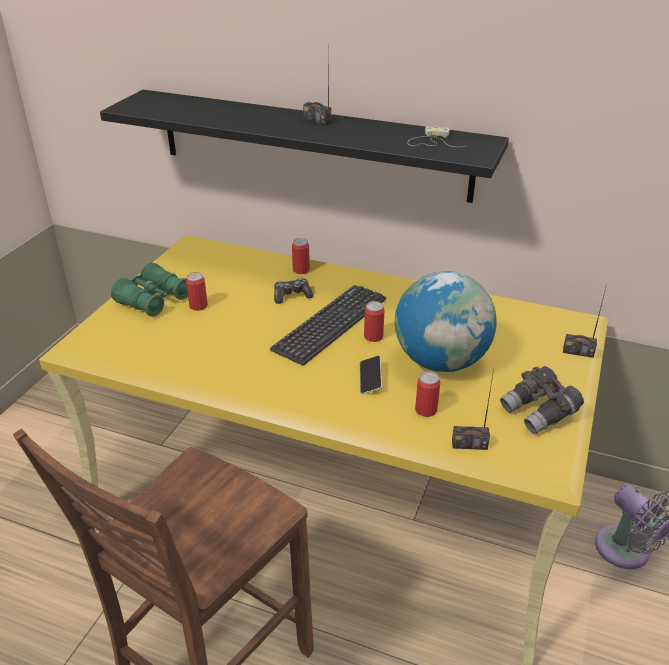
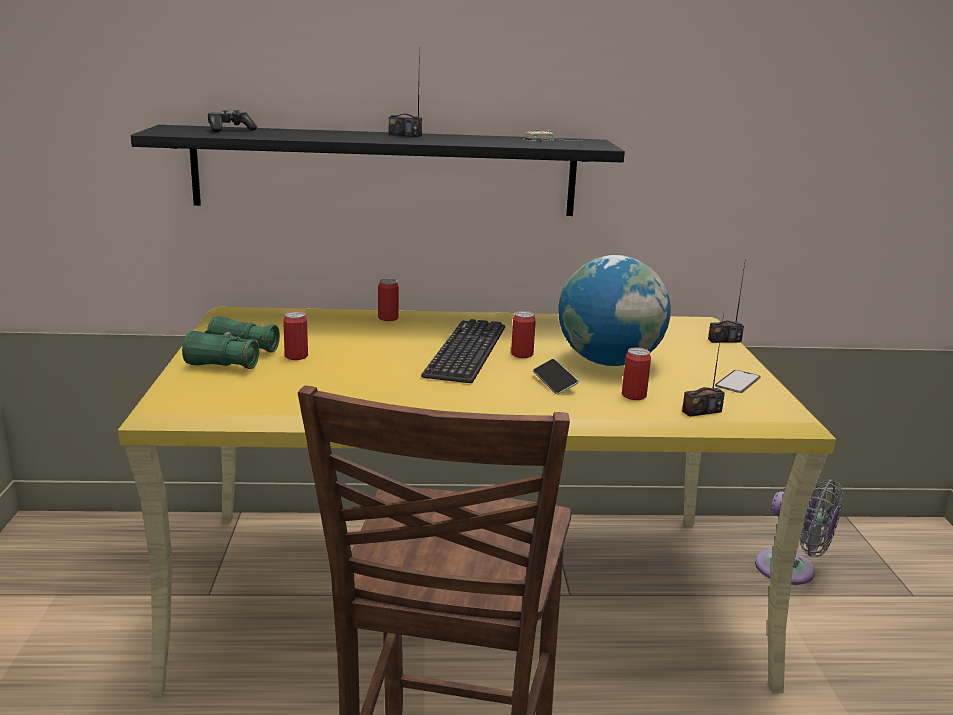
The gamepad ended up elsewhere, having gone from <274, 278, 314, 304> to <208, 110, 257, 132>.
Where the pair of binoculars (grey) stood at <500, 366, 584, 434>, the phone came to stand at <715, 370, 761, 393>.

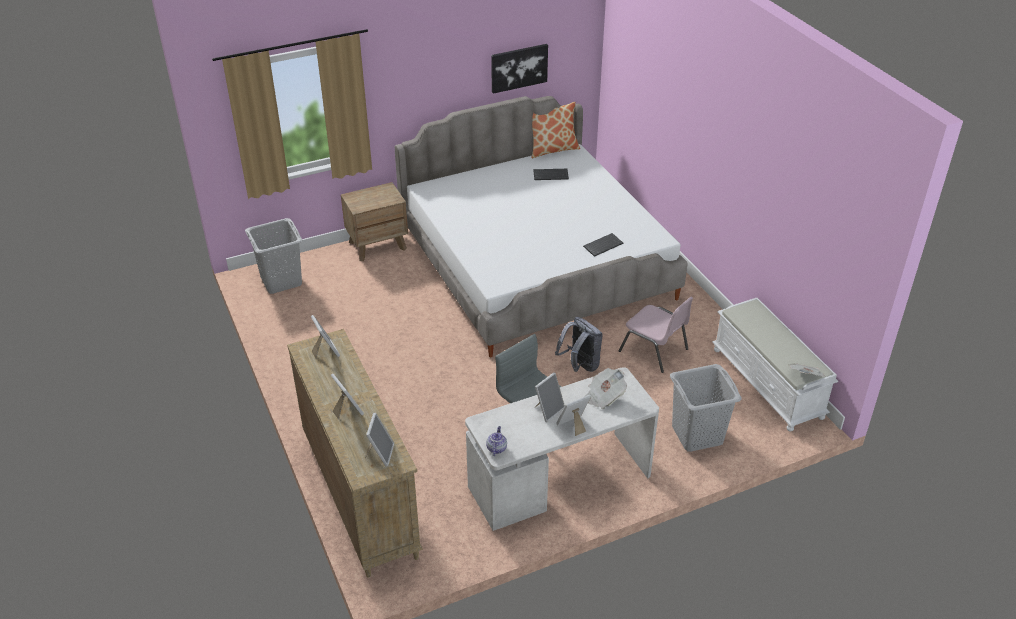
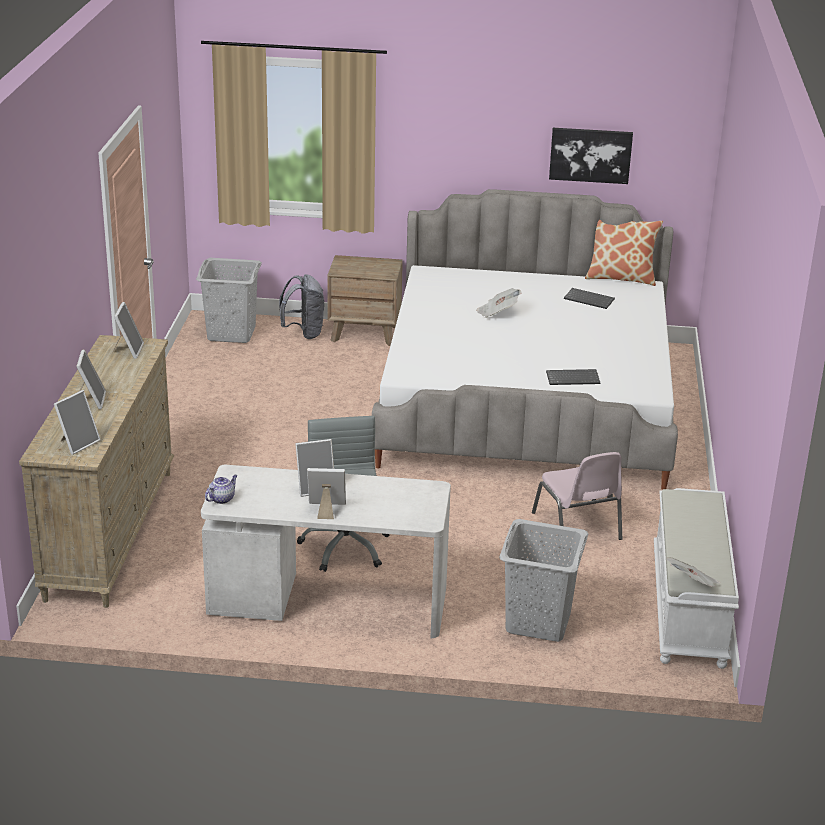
The rucksack (grey) ended up elsewhere, having gone from <555, 317, 603, 372> to <279, 274, 324, 339>.
The printed paper ended up elsewhere, having gone from <586, 368, 627, 409> to <476, 288, 522, 318>.

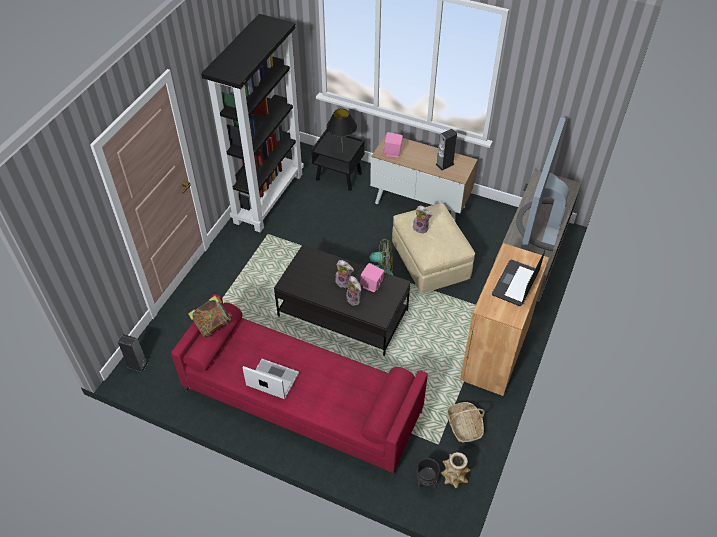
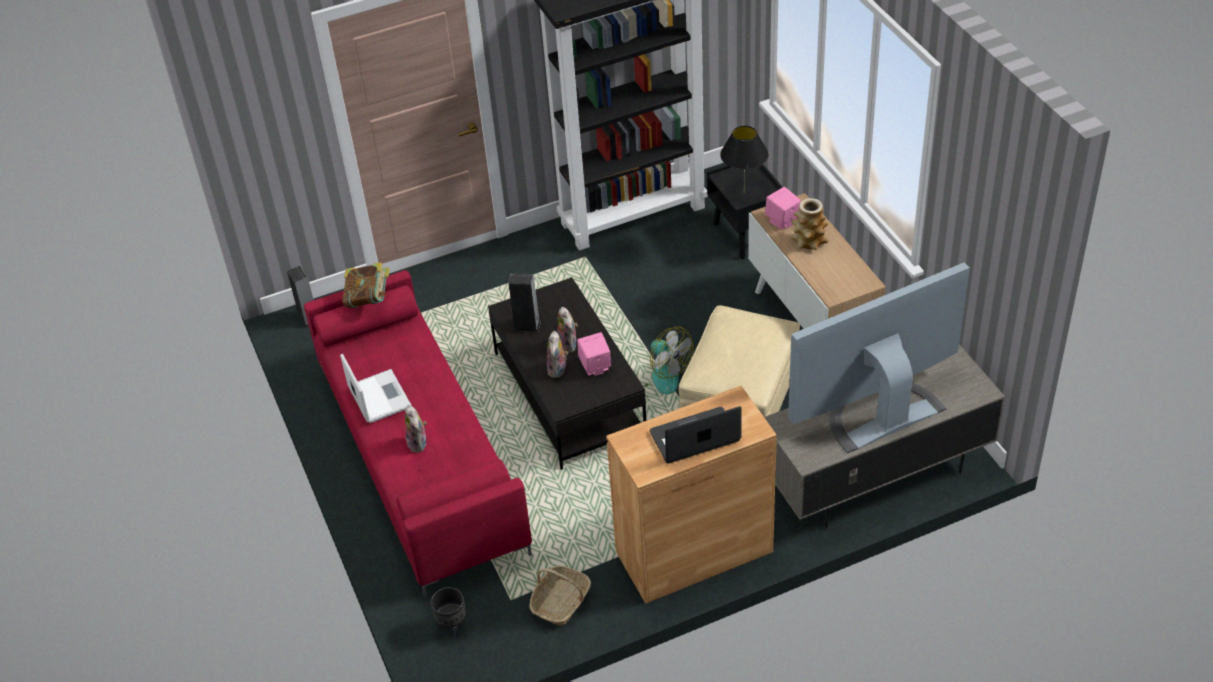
The loudspeaker ended up elsewhere, having gone from <436, 129, 457, 170> to <509, 273, 541, 332>.
The cuddly toy ended up elsewhere, having gone from <413, 205, 432, 234> to <405, 405, 427, 453>.
The vase ended up elsewhere, having gone from <440, 452, 471, 488> to <791, 198, 828, 250>.

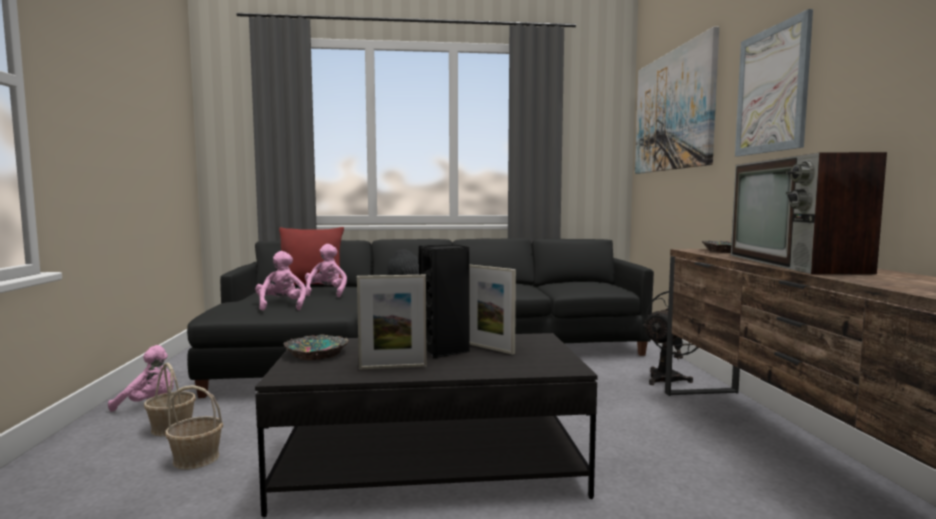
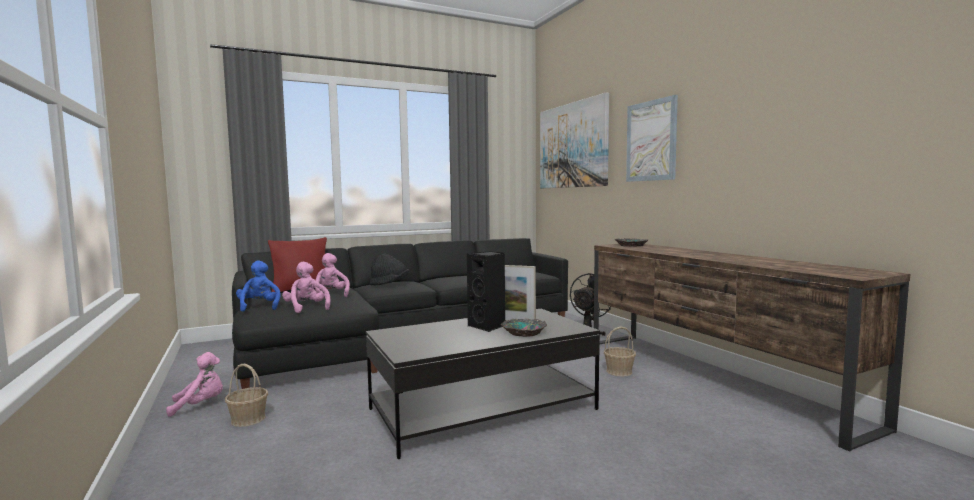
The second view lost the television at <731, 152, 887, 275>.
The second view lost the picture frame at <357, 275, 427, 369>.
The bowl ended up elsewhere, having gone from <283, 334, 348, 360> to <501, 318, 547, 337>.
The basket ended up elsewhere, having gone from <165, 385, 223, 470> to <604, 326, 636, 377>.
The second view gained the cuddly toy (blue-coloured) at <236, 260, 280, 312>.

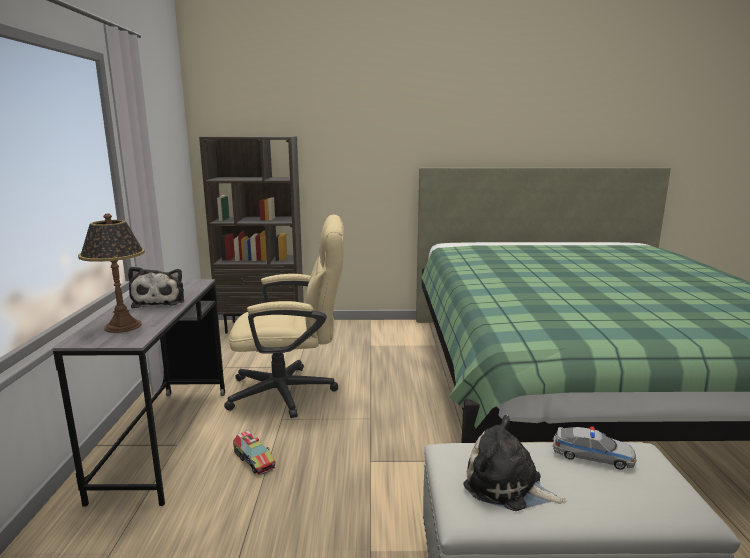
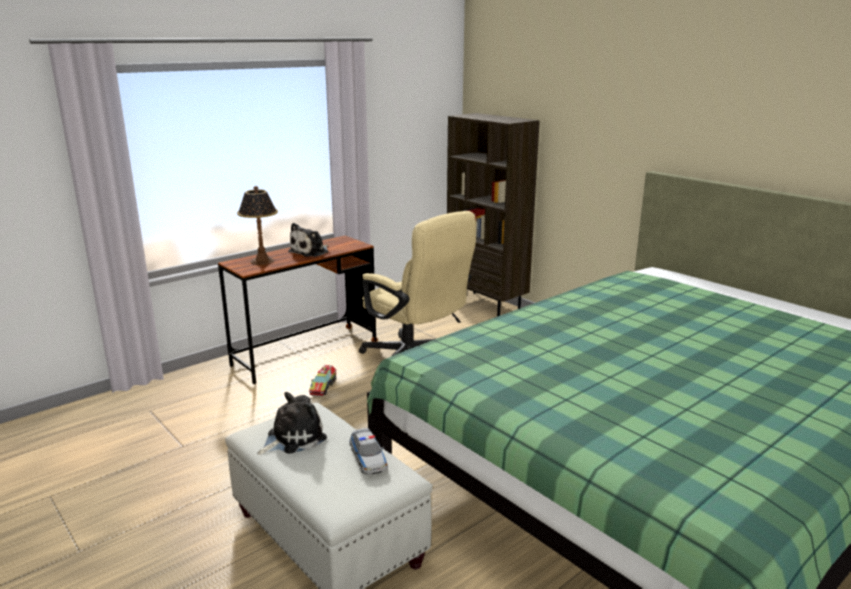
What was the desk (grey) at <53, 279, 225, 507> turned into the desk (brownish) at <218, 236, 378, 384>.
The cuddly toy at <464, 415, 567, 511> ended up facing another way, 60 degrees clockwise from before.

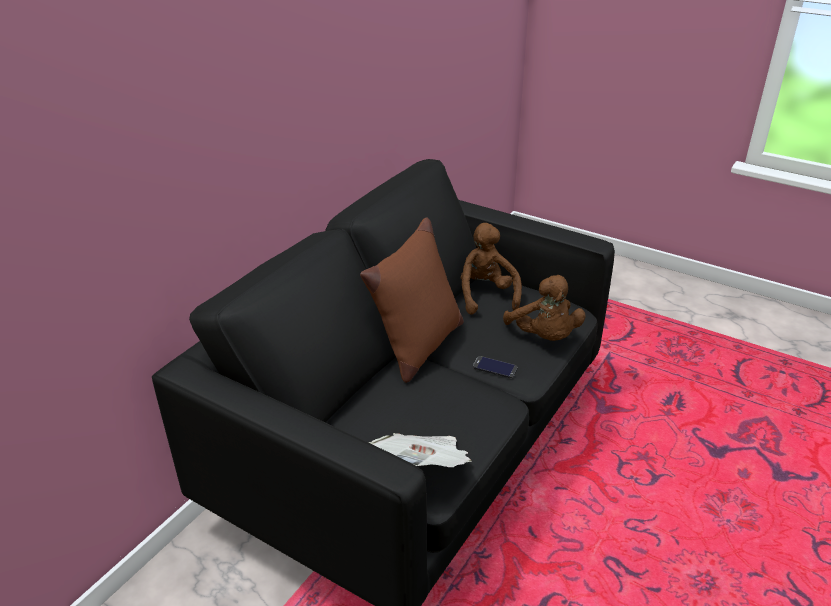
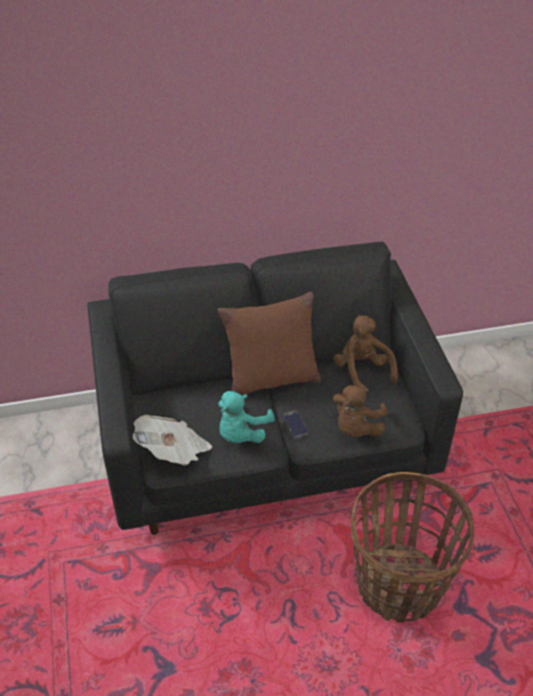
The cuddly toy (brownish) at <461, 223, 522, 315> ended up facing another way, 60 degrees counterclockwise from before.
The second view gained the cuddly toy (blue-green) at <218, 391, 275, 443>.
The second view gained the basket at <351, 472, 474, 622>.

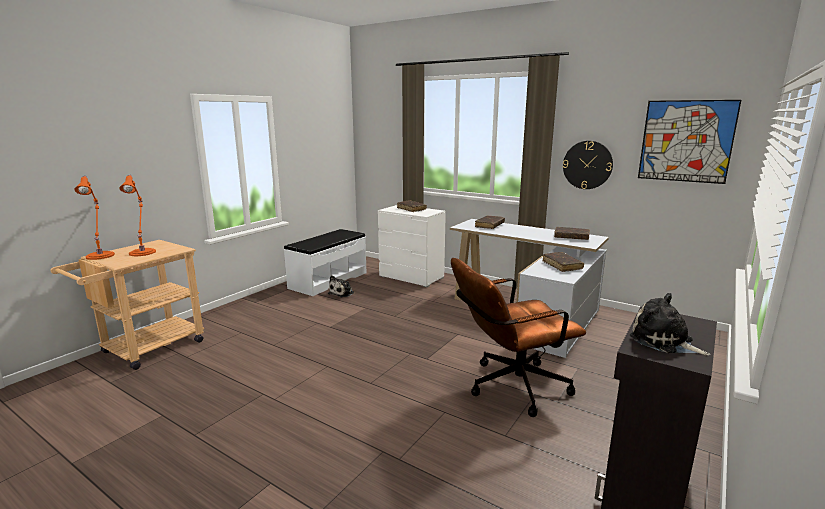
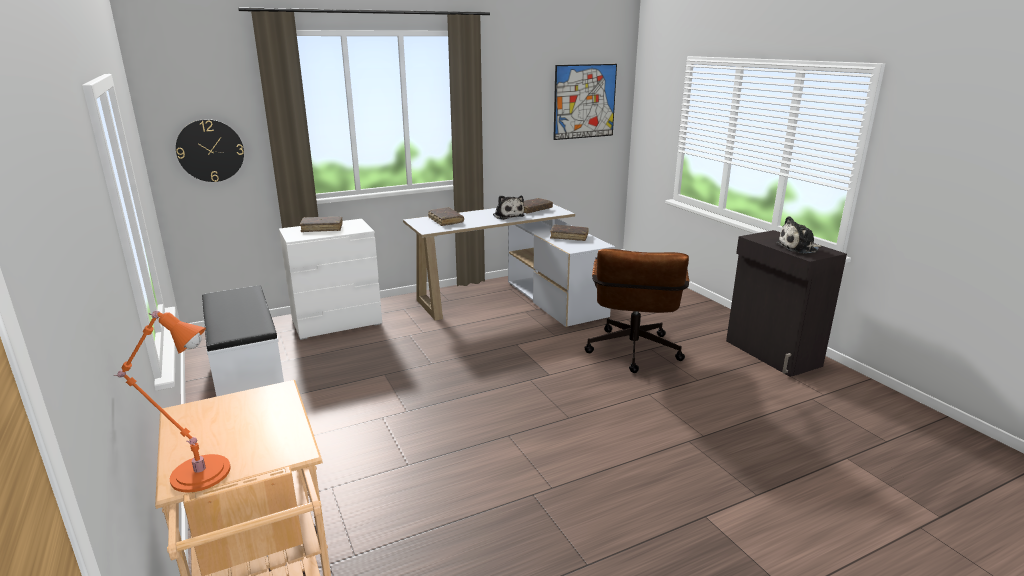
The clock on the wall ended up elsewhere, having gone from <563, 141, 613, 189> to <176, 119, 244, 182>.
The second view lost the tabletop lamp (orange) at <120, 175, 156, 256>.
The cuddly toy ended up elsewhere, having gone from <328, 275, 354, 297> to <493, 195, 525, 220>.

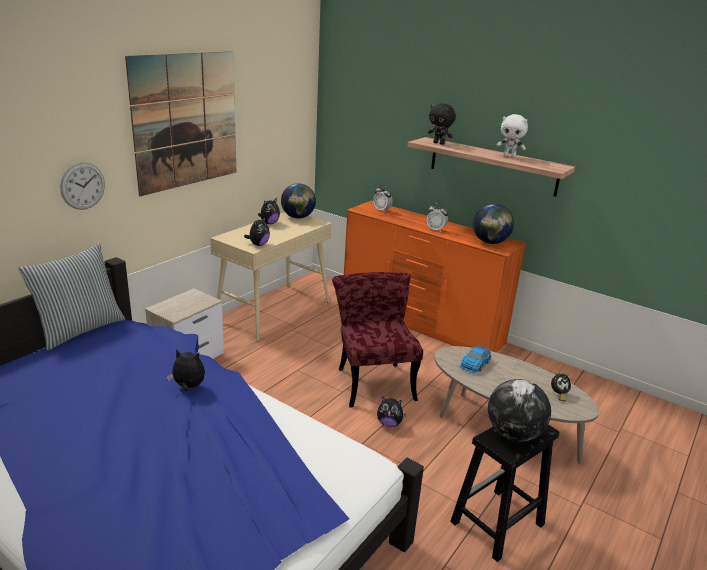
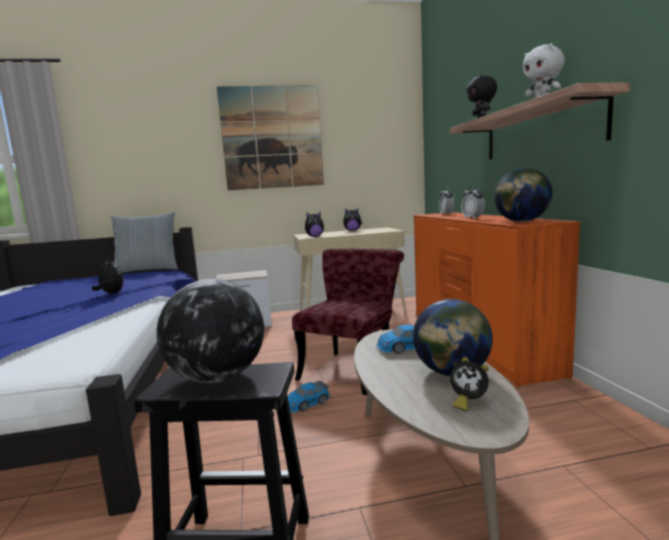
The second view lost the clock on the wall at <60, 162, 105, 210>.
The world globe ended up elsewhere, having gone from <281, 183, 316, 218> to <413, 299, 493, 376>.
Where the cuddly toy stood at <377, 397, 406, 427>, the miniature car came to stand at <287, 381, 329, 412>.

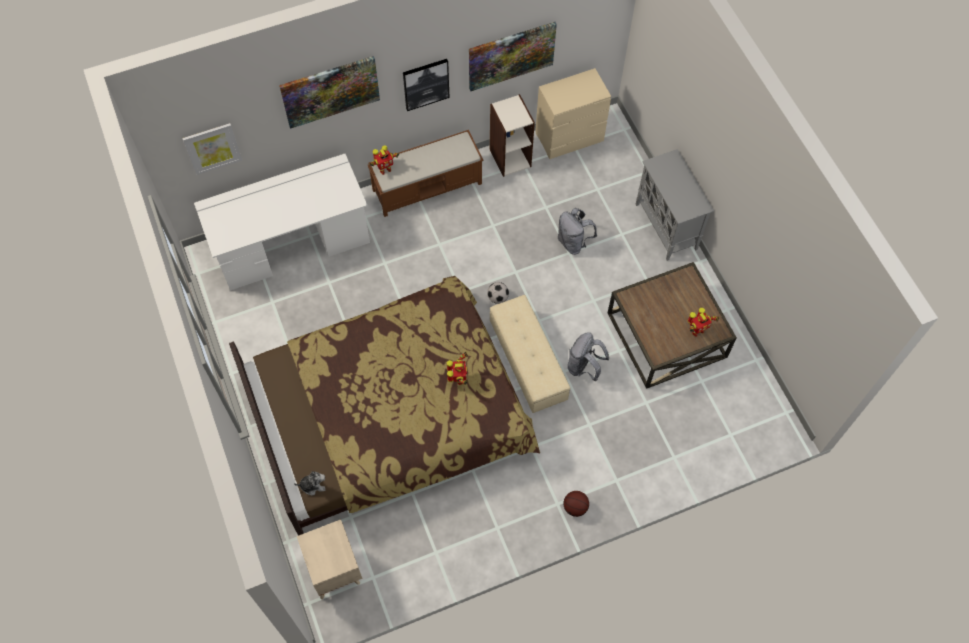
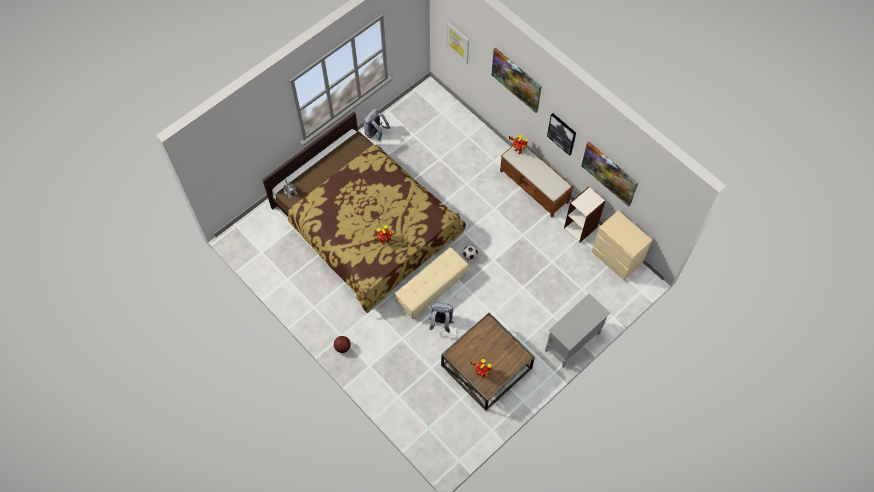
The second view lost the desk (white-coloured) at <194, 154, 370, 291>.
The rucksack (grey) ended up elsewhere, having gone from <558, 208, 597, 255> to <363, 109, 390, 141>.
The second view lost the nightstand (sand-coloured) at <297, 519, 362, 600>.

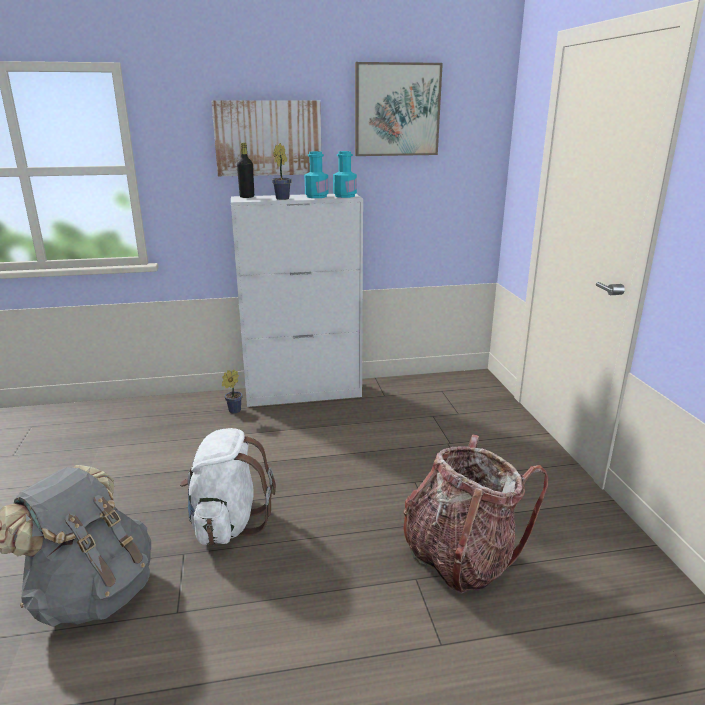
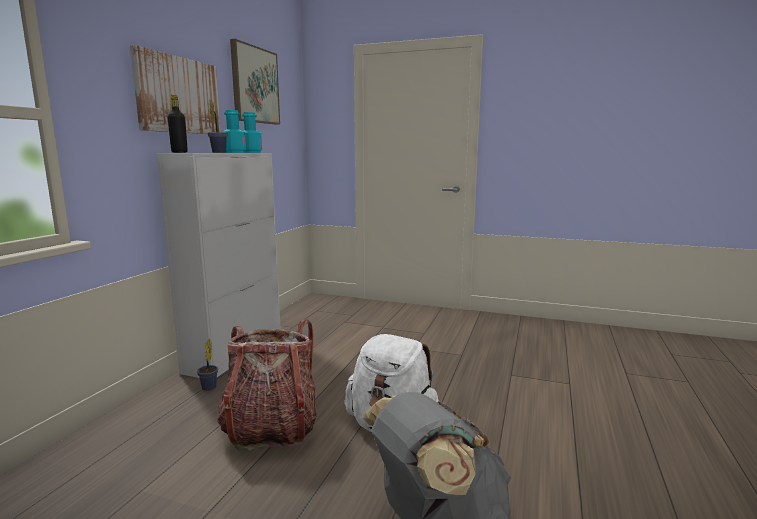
The rucksack ended up elsewhere, having gone from <403, 434, 548, 594> to <217, 319, 317, 451>.

